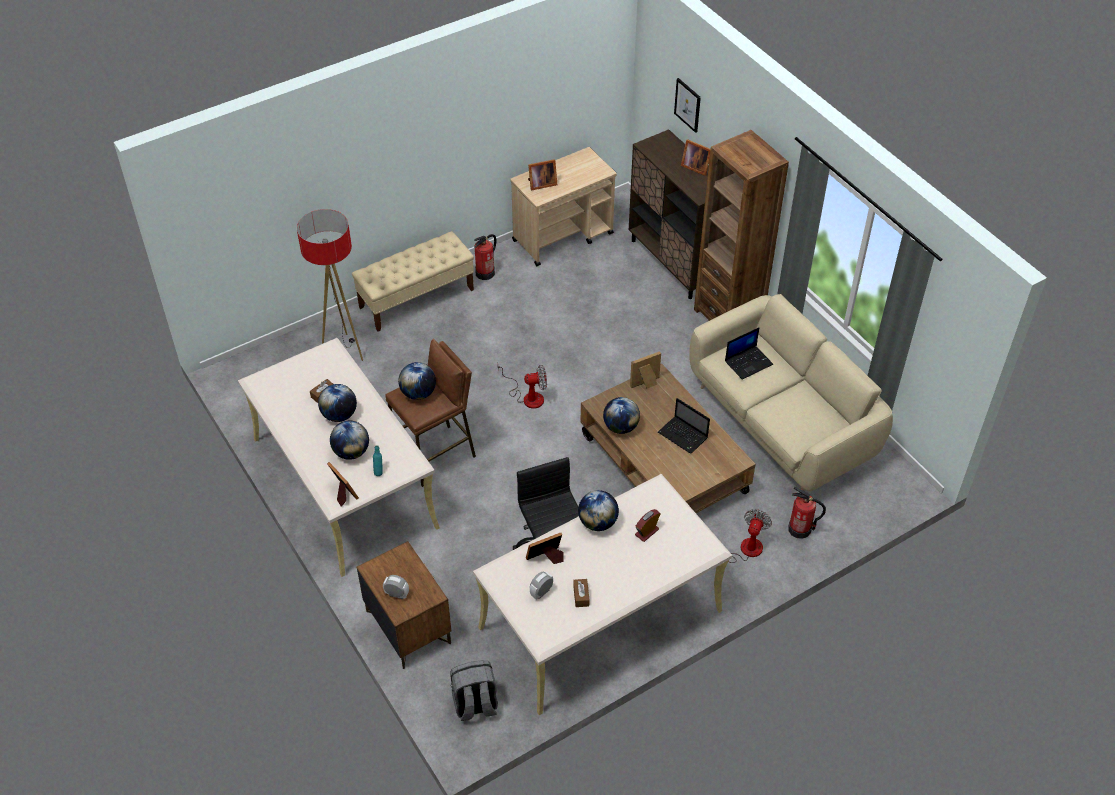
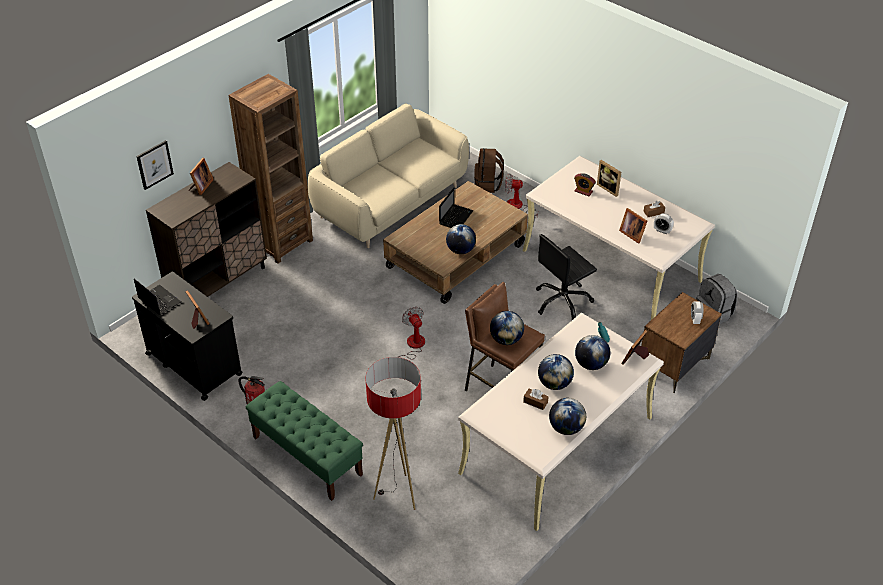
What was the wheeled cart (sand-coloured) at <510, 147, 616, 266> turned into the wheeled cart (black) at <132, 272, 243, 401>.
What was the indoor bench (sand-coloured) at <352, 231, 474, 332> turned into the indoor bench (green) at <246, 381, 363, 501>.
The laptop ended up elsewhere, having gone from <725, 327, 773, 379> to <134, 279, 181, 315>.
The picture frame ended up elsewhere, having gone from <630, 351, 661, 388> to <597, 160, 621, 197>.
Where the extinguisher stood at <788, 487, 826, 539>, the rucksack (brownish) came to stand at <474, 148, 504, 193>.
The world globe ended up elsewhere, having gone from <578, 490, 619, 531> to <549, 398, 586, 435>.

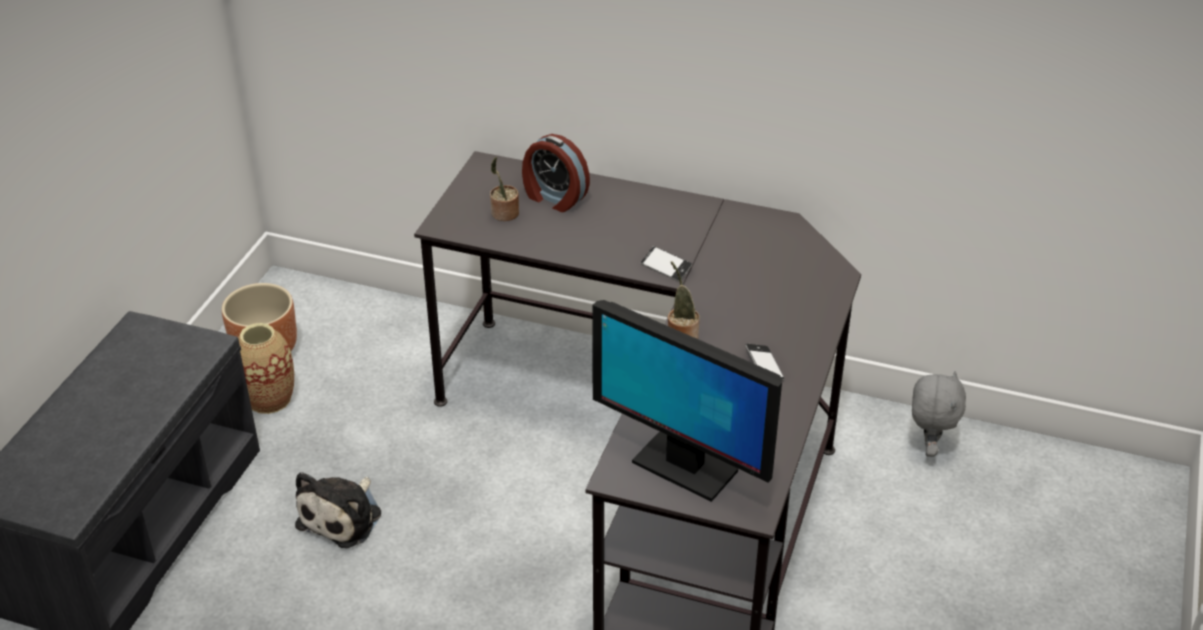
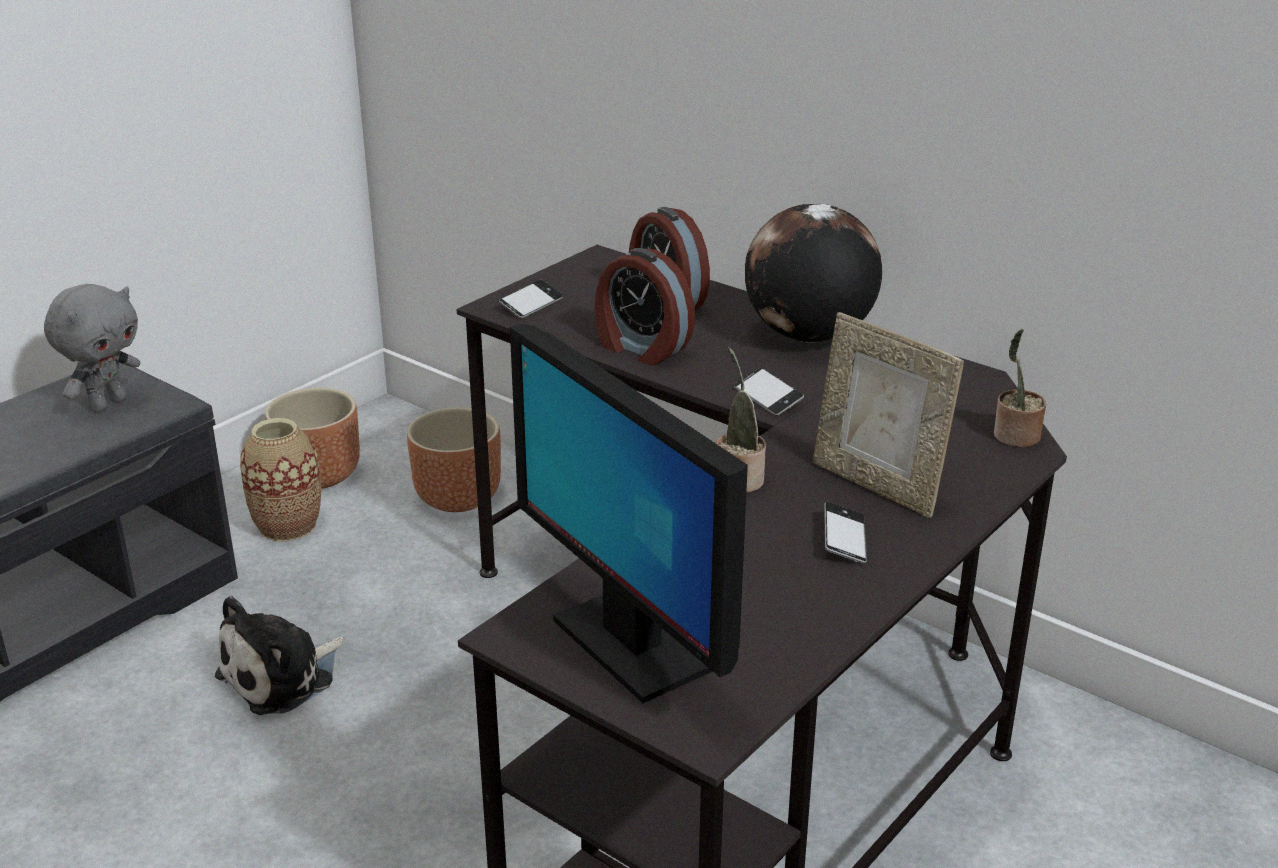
The houseplant ended up elsewhere, having gone from <490, 157, 519, 221> to <994, 329, 1046, 447>.
The cuddly toy (grey) ended up elsewhere, having gone from <912, 371, 966, 457> to <44, 284, 140, 413>.
The second view gained the world globe at <745, 204, 882, 343>.
The second view gained the bedside clock at <594, 248, 695, 366>.
The second view gained the phone at <499, 280, 563, 319>.
The second view gained the picture frame at <813, 312, 964, 518>.
The second view gained the flower pot (brownish) at <407, 407, 501, 512>.

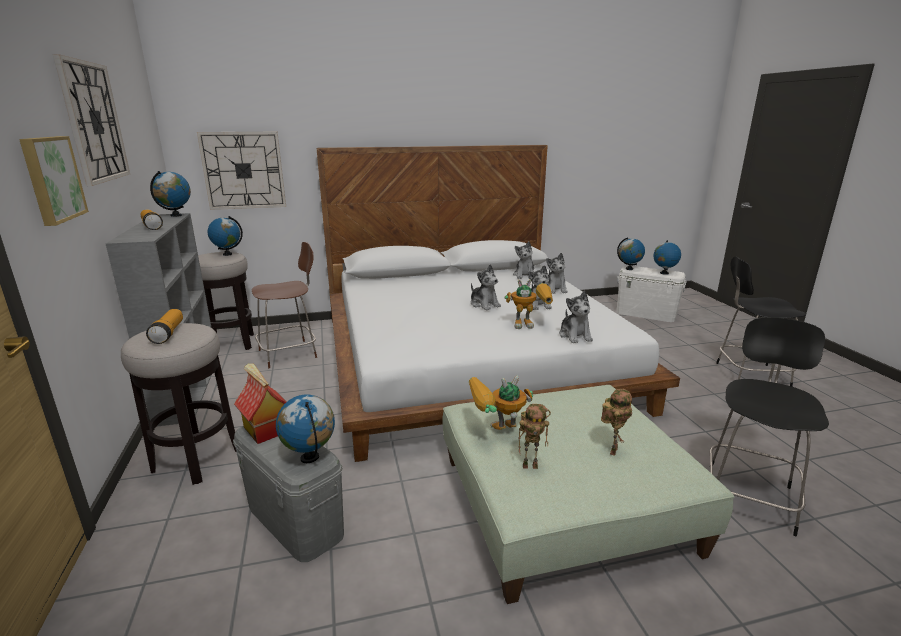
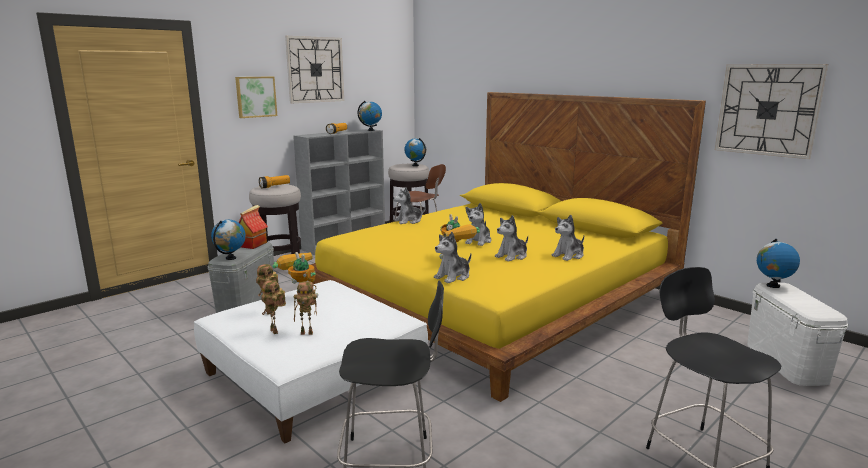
The clock on the wall ended up elsewhere, having gone from <197, 132, 286, 210> to <715, 64, 828, 159>.
What was the bed (white-coloured) at <316, 145, 680, 462> turned into the bed (yellow-coloured) at <310, 92, 706, 402>.
The second view lost the world globe at <653, 240, 681, 275>.
The cuddly toy ended up elsewhere, having gone from <513, 241, 534, 279> to <393, 187, 426, 224>.
What was the footrest (green) at <442, 385, 735, 604> turned into the footrest (white-coloured) at <194, 280, 428, 443>.
The second view gained the model robot at <261, 280, 286, 334>.

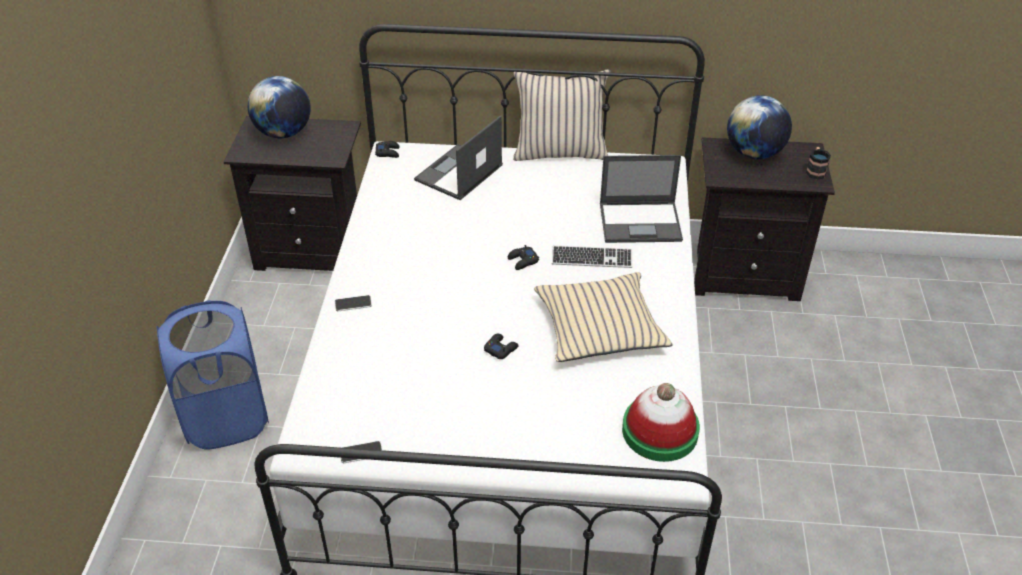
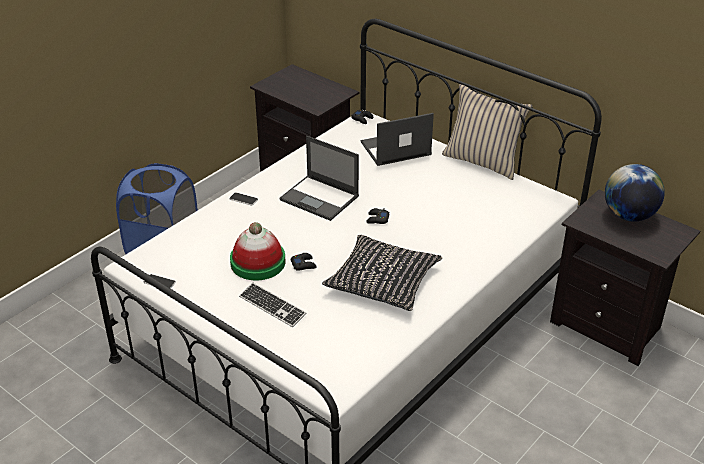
The second view lost the world globe at <248, 76, 311, 138>.
The second view lost the coffee mug at <806, 147, 831, 180>.
The laptop ended up elsewhere, having gone from <600, 155, 683, 243> to <279, 136, 359, 221>.
The keyboard ended up elsewhere, having gone from <552, 245, 632, 268> to <239, 283, 307, 327>.
What was the pillow (sand-coloured) at <534, 272, 673, 362> turned into the pillow (black) at <322, 235, 443, 311>.
The wearable hat ended up elsewhere, having gone from <622, 383, 700, 462> to <230, 222, 285, 281>.

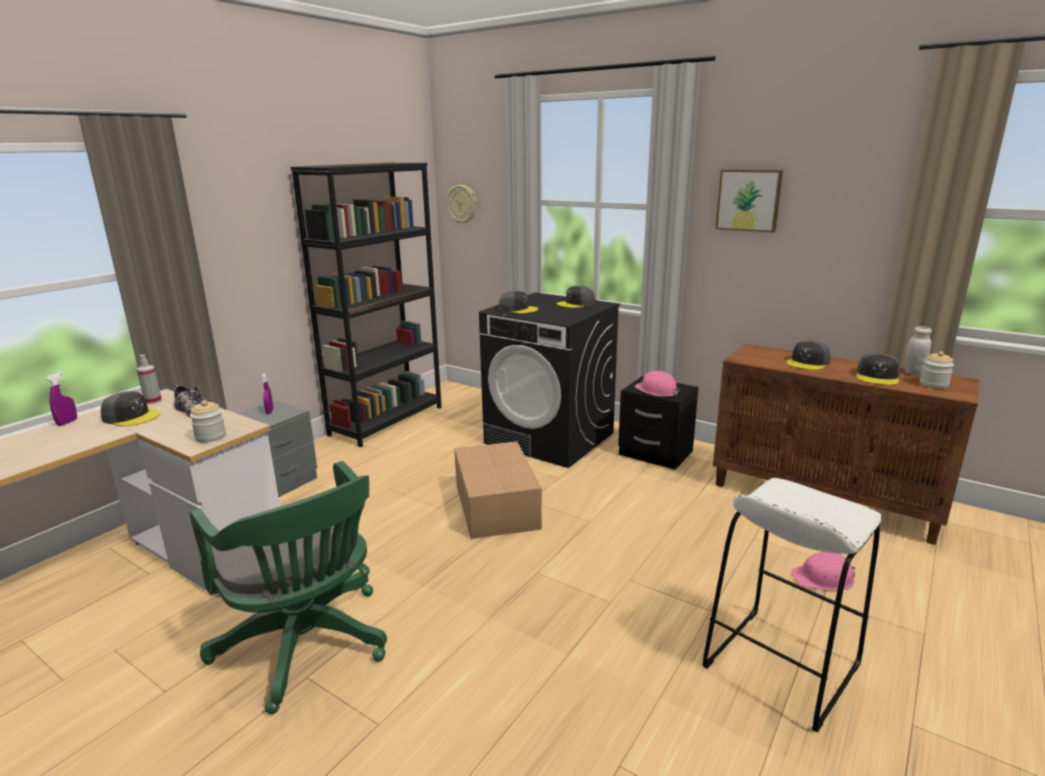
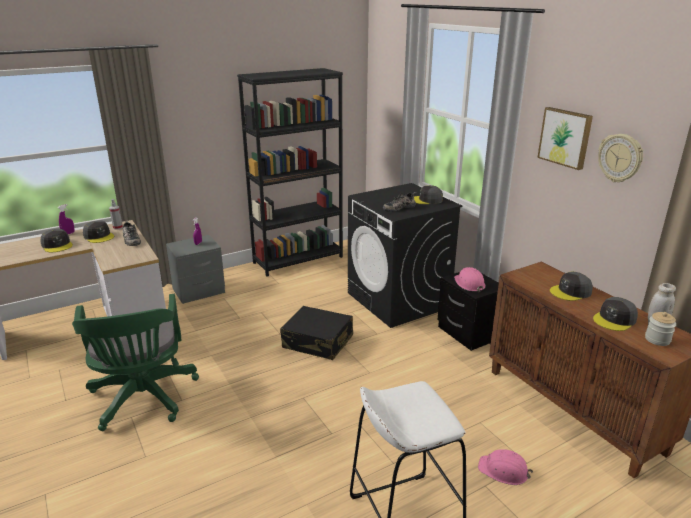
The clock on the wall ended up elsewhere, having gone from <446, 185, 477, 224> to <598, 134, 643, 182>.
The peaked cap (grey) ended up elsewhere, having gone from <499, 291, 538, 314> to <40, 229, 73, 252>.
The second view lost the preserve jar at <190, 400, 226, 443>.
Where the packing box stood at <454, 441, 542, 539>, the piece of luggage (black) came to stand at <280, 306, 353, 360>.
The second view gained the low shoe at <383, 192, 417, 212>.

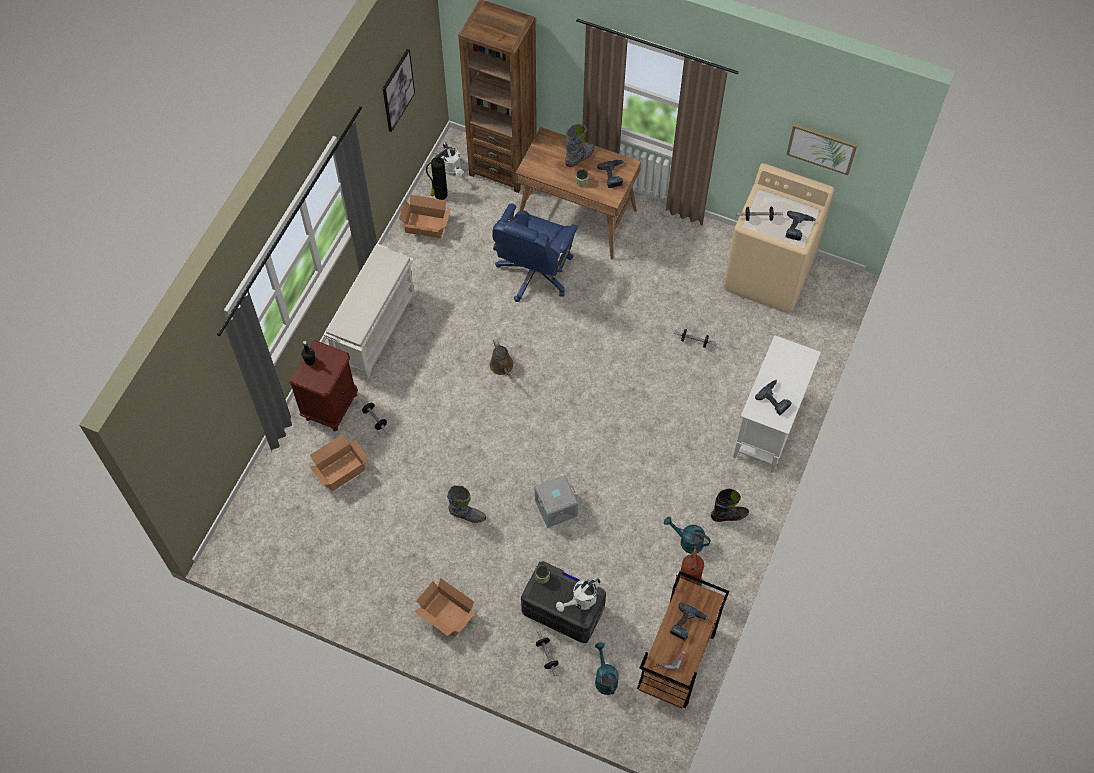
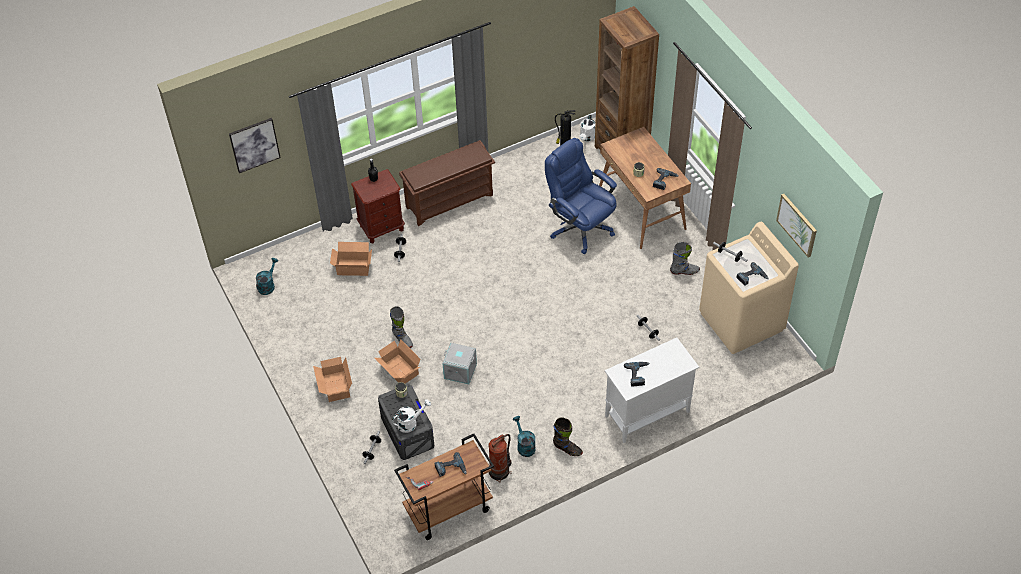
The picture ended up elsewhere, having gone from <383, 49, 415, 132> to <229, 118, 281, 173>.
The tall boot (grey) ended up elsewhere, having gone from <565, 124, 595, 167> to <670, 242, 700, 275>.
The packing box ended up elsewhere, having gone from <399, 195, 451, 238> to <375, 339, 421, 384>.
The office chair (blue-coloured) at <492, 203, 578, 302> ended up facing another way, 75 degrees clockwise from before.
What was the shoe shelf (white-coloured) at <323, 244, 415, 379> turned into the shoe shelf (brownish) at <399, 140, 495, 226>.
The second view lost the watering can (brownish) at <490, 339, 513, 379>.
The watering can (white-coloured) at <556, 578, 600, 612> ended up facing another way, 150 degrees clockwise from before.
The watering can (blue-green) ended up elsewhere, having gone from <595, 642, 619, 695> to <256, 258, 278, 295>.

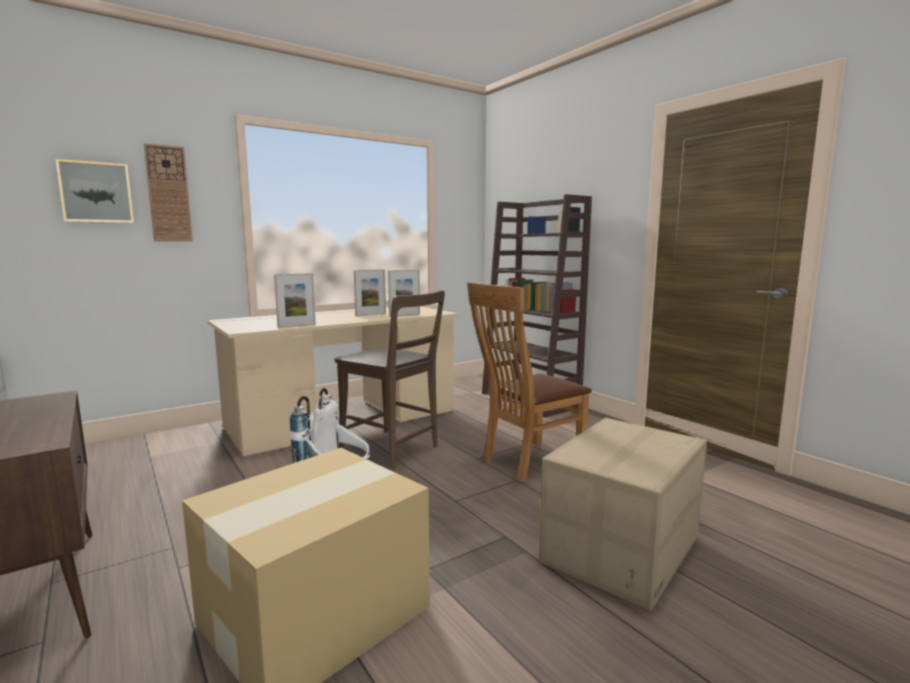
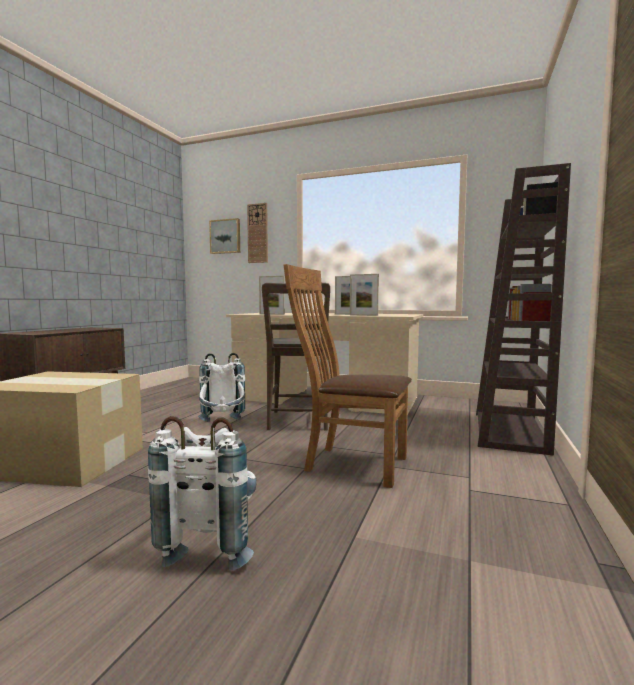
Where the packing box stood at <539, 418, 707, 611>, the rucksack (white-coloured) came to stand at <148, 416, 257, 570>.

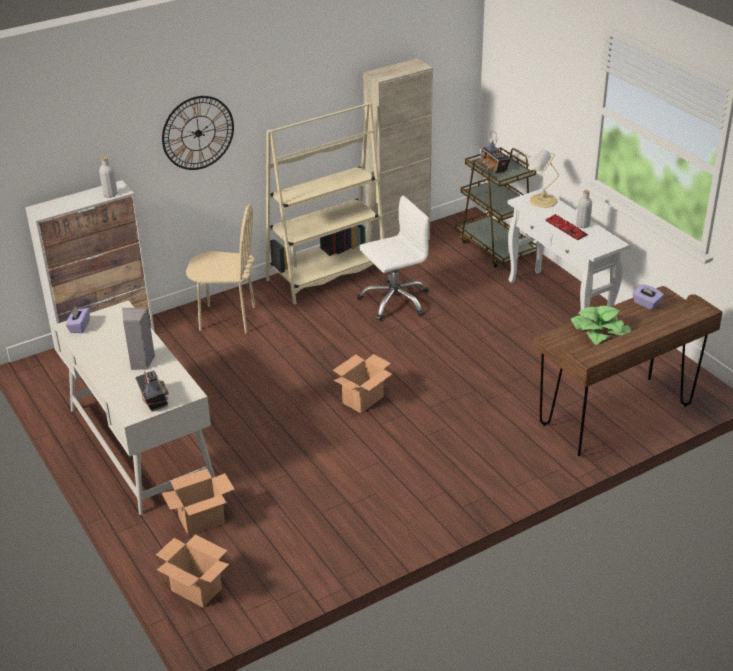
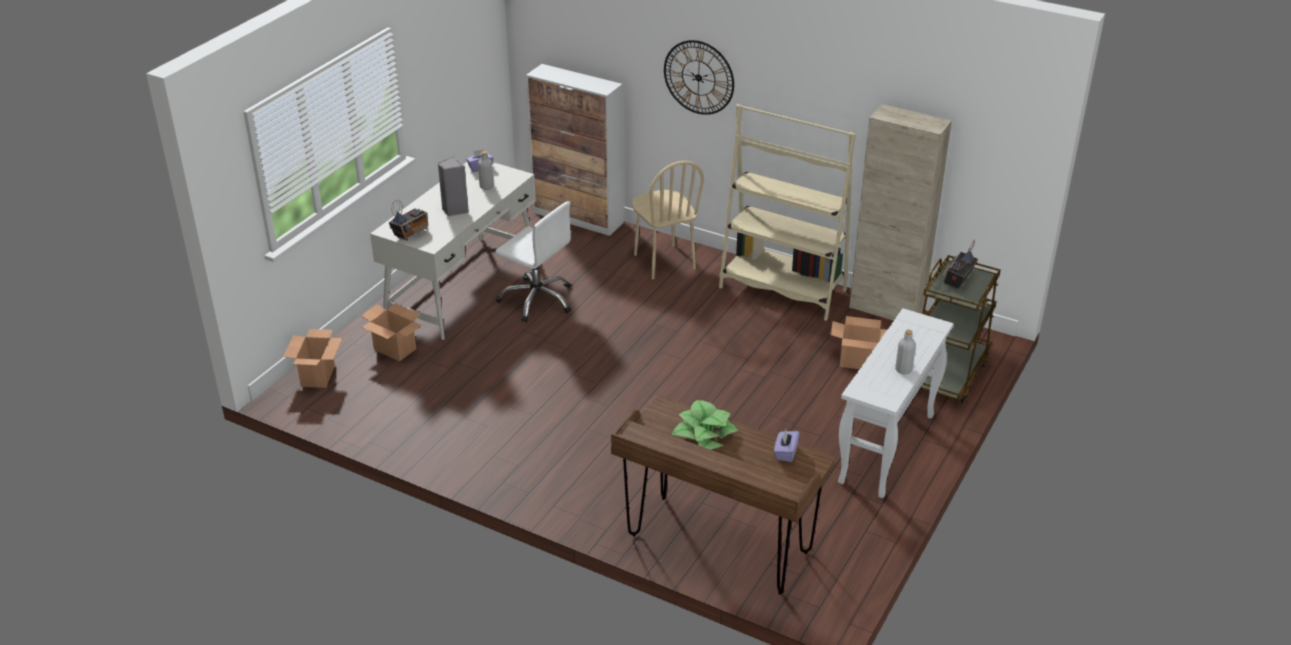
The second view lost the tabletop lamp at <528, 150, 559, 208>.
The drink bottle (grey) ended up elsewhere, having gone from <99, 157, 118, 198> to <478, 151, 494, 190>.
The office chair (white-coloured) ended up elsewhere, having gone from <357, 195, 430, 321> to <495, 201, 571, 322>.
The second view lost the keyboard at <545, 214, 588, 240>.
The packing box ended up elsewhere, having gone from <333, 354, 392, 413> to <830, 316, 887, 369>.

